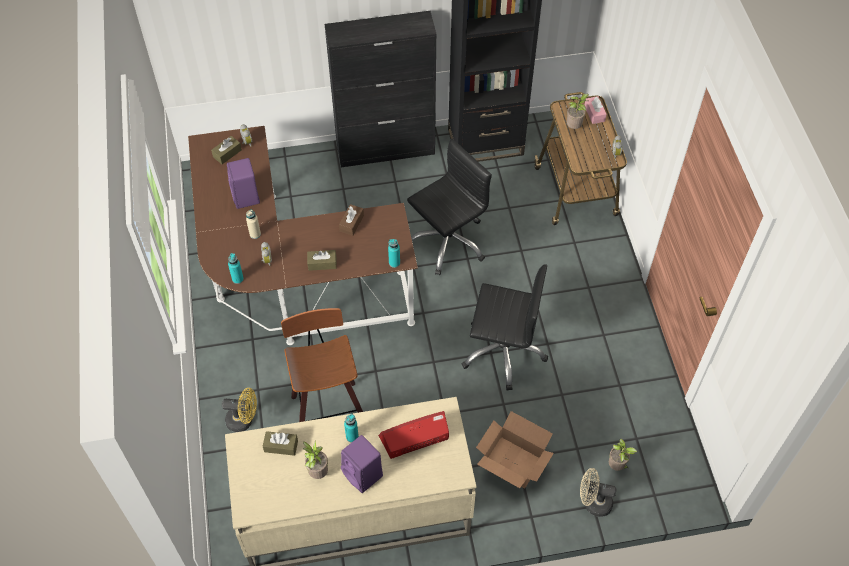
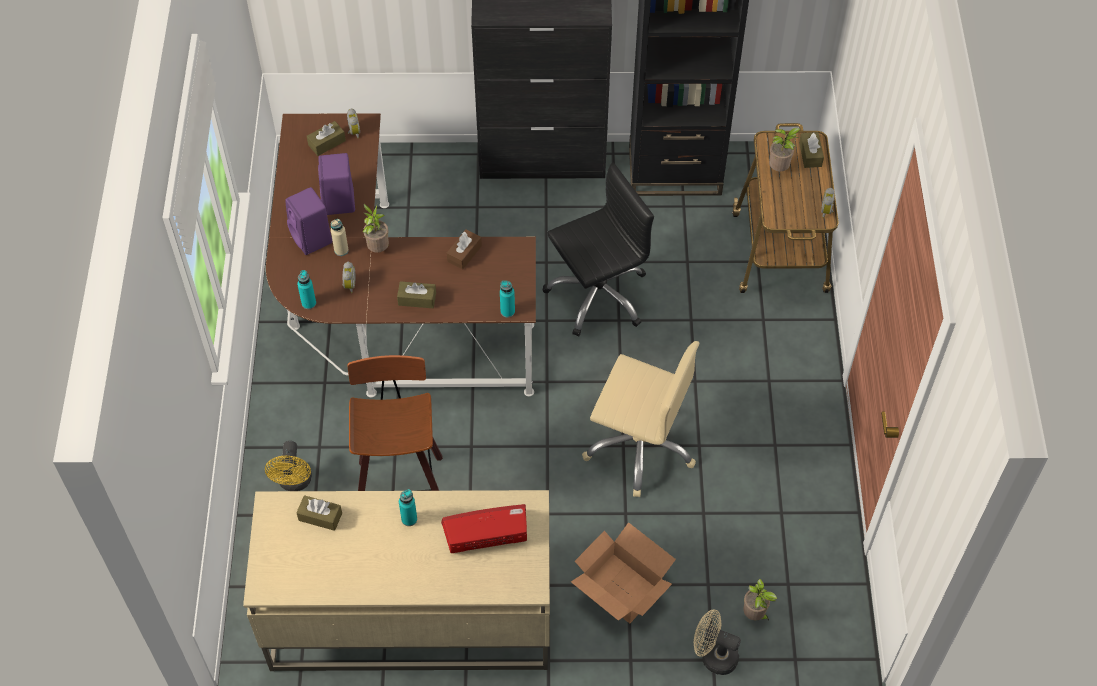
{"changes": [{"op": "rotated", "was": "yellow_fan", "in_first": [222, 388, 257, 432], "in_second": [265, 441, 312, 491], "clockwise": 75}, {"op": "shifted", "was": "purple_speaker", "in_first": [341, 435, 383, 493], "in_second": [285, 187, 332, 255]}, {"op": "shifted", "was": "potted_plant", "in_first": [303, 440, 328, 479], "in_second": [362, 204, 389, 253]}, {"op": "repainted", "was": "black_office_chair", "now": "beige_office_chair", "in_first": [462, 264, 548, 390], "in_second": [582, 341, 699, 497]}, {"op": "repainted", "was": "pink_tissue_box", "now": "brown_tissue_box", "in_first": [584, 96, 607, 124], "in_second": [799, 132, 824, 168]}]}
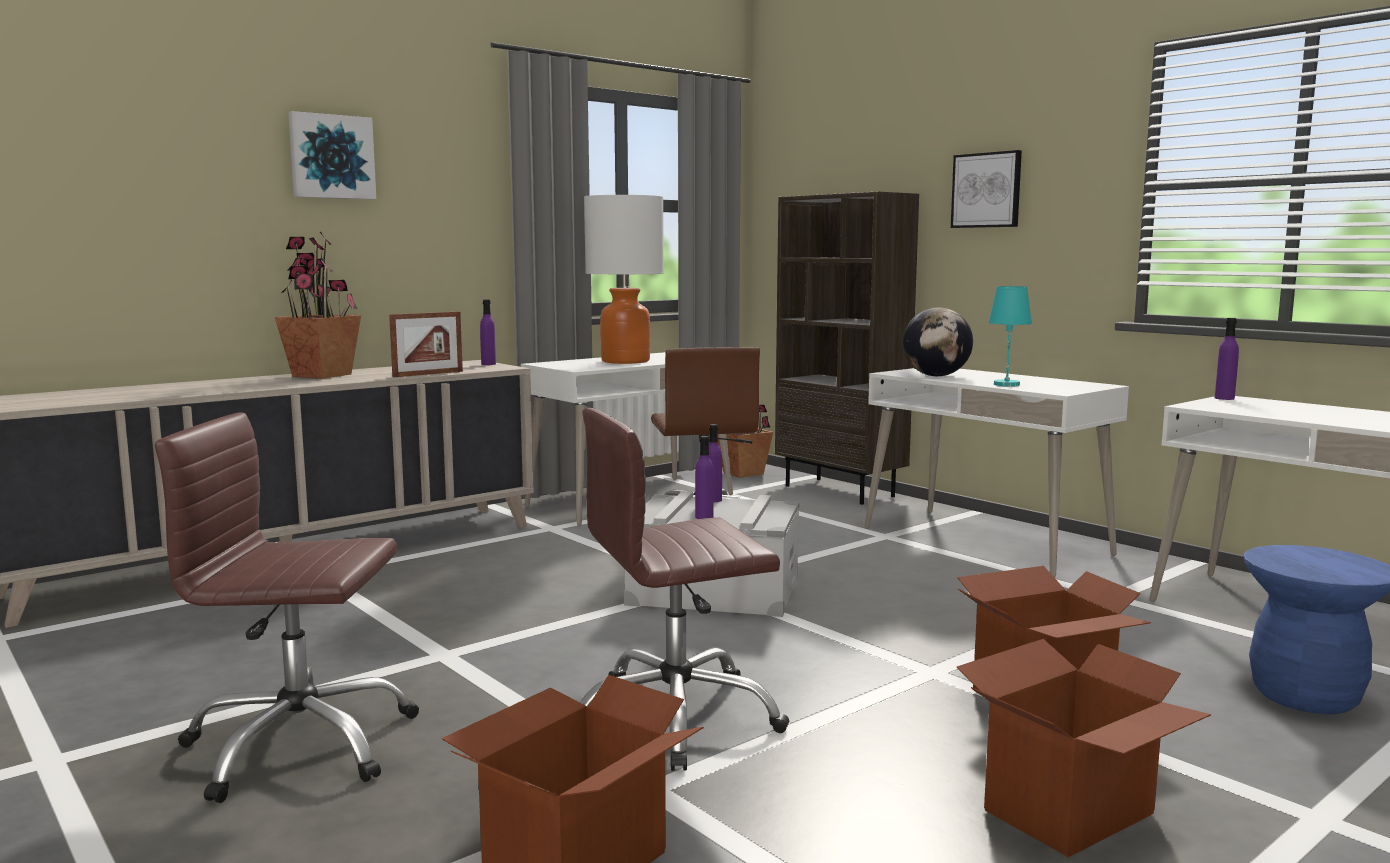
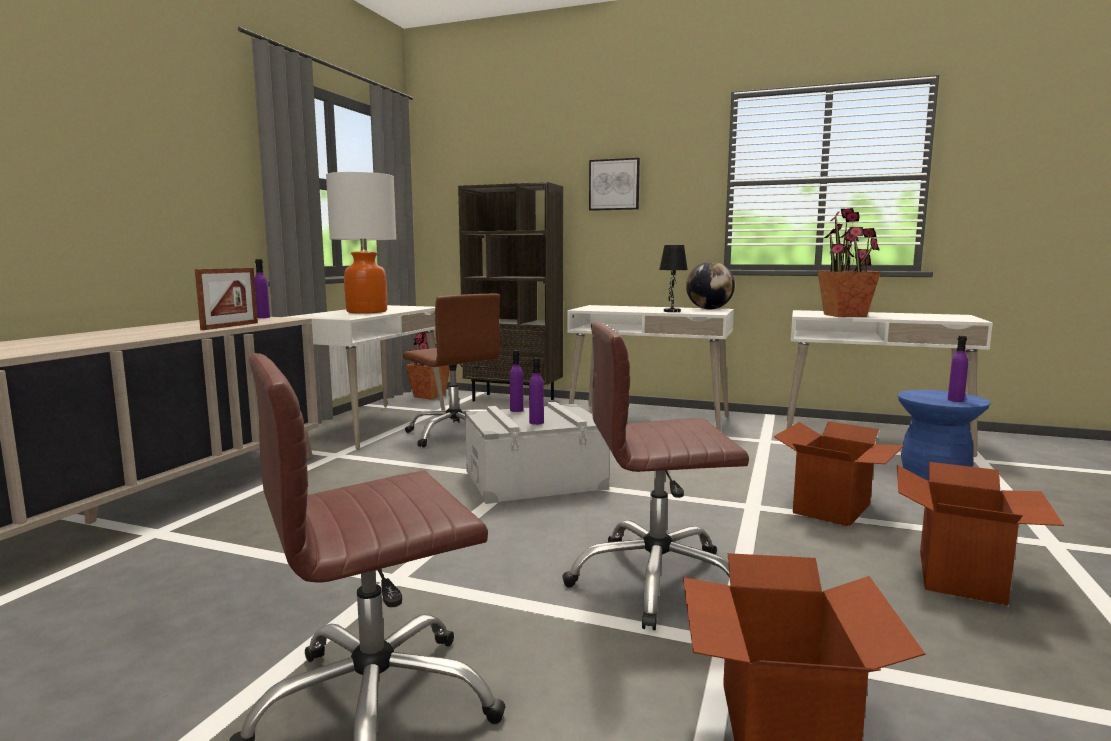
{"changes": [{"op": "rotated", "was": "brown_office_chair", "in_first": [580, 408, 789, 771], "in_second": [562, 322, 749, 630], "clockwise": 45}, {"op": "repainted", "was": "turquoise_table_lamp", "now": "black_table_lamp", "in_first": [989, 286, 1032, 387], "in_second": [659, 245, 688, 312]}, {"op": "shifted", "was": "globe", "in_first": [903, 307, 973, 376], "in_second": [686, 262, 735, 309]}, {"op": "shifted", "was": "potted_plant", "in_first": [275, 232, 361, 379], "in_second": [818, 208, 881, 317]}, {"op": "shifted", "was": "purple_bottle", "in_first": [1215, 318, 1239, 400], "in_second": [947, 336, 968, 402]}, {"op": "gone", "was": "picture", "in_first": [288, 111, 376, 199]}]}
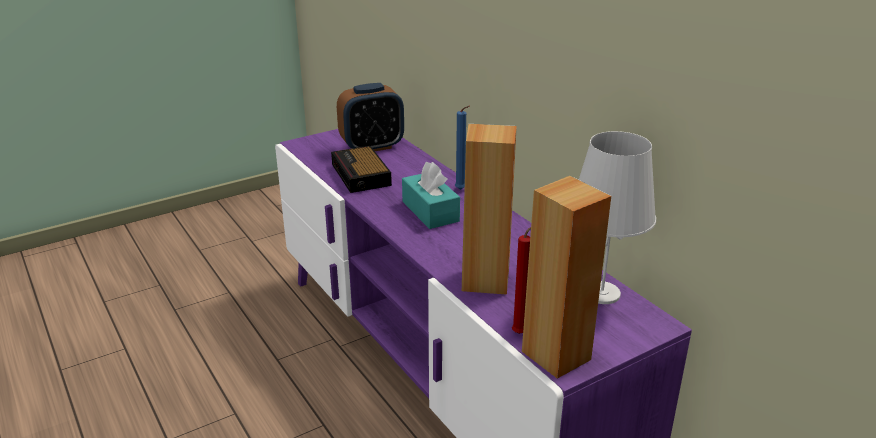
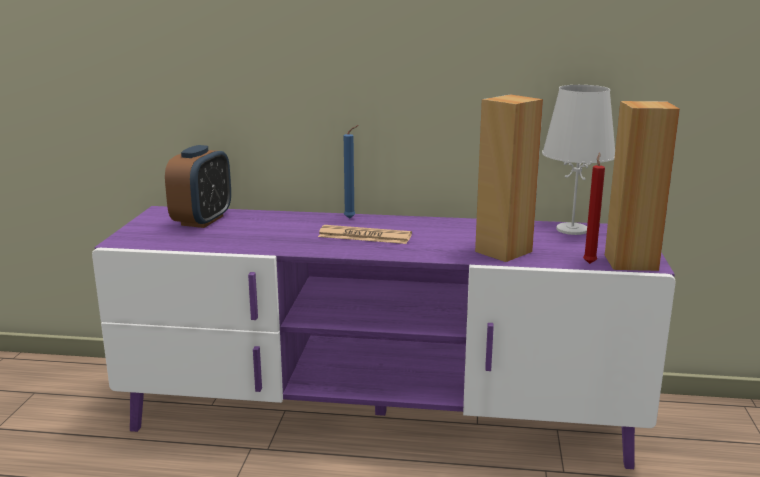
{"changes": [{"op": "swapped", "was": "turquoise_tissue_box", "now": "newspaper", "in_first": [402, 162, 460, 229], "in_second": [318, 225, 412, 244]}, {"op": "gone", "was": "alarm_clock", "in_first": [331, 146, 392, 193]}]}
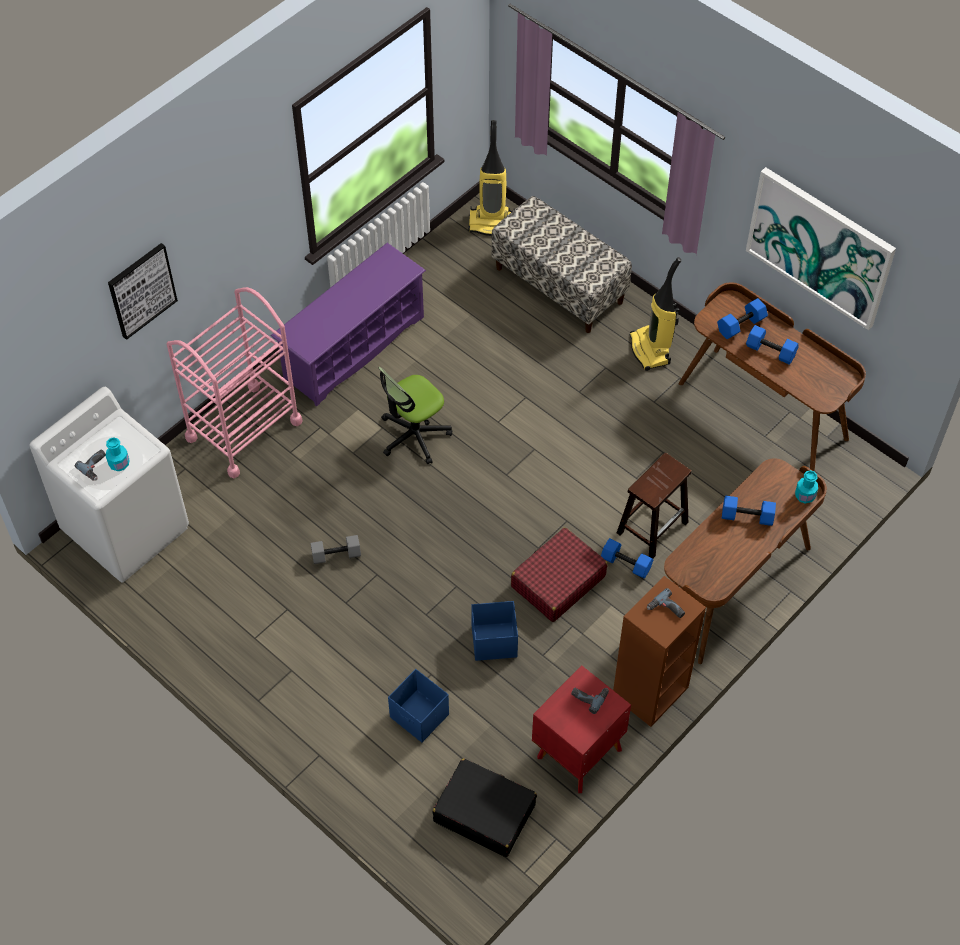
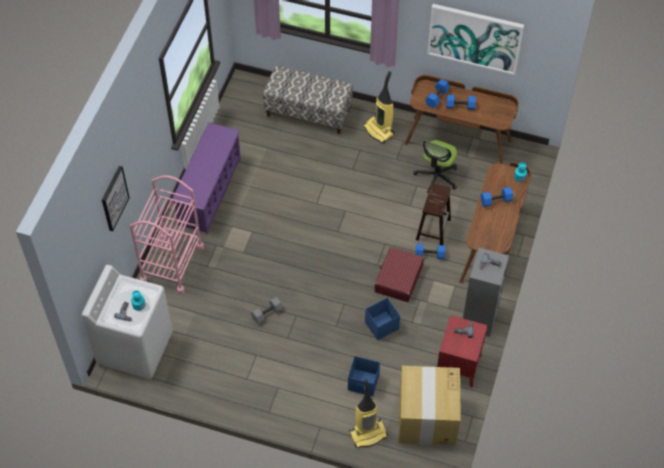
{"changes": [{"op": "shifted", "was": "vacuum_cleaner", "in_first": [468, 120, 515, 236], "in_second": [350, 379, 388, 448]}, {"op": "swapped", "was": "black_suitcase", "now": "cardboard_box", "in_first": [433, 758, 537, 857], "in_second": [399, 366, 461, 446]}, {"op": "shifted", "was": "office_chair", "in_first": [378, 367, 452, 464], "in_second": [413, 140, 457, 193]}, {"op": "repainted", "was": "brown_bookcase", "now": "grey_bookcase", "in_first": [613, 576, 706, 727], "in_second": [463, 248, 509, 337]}]}
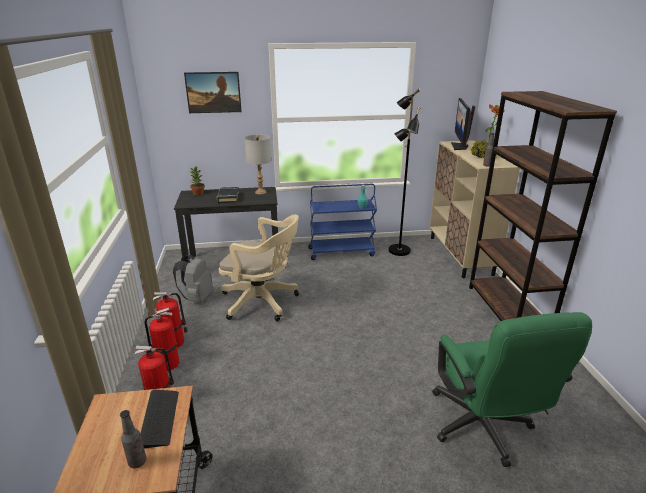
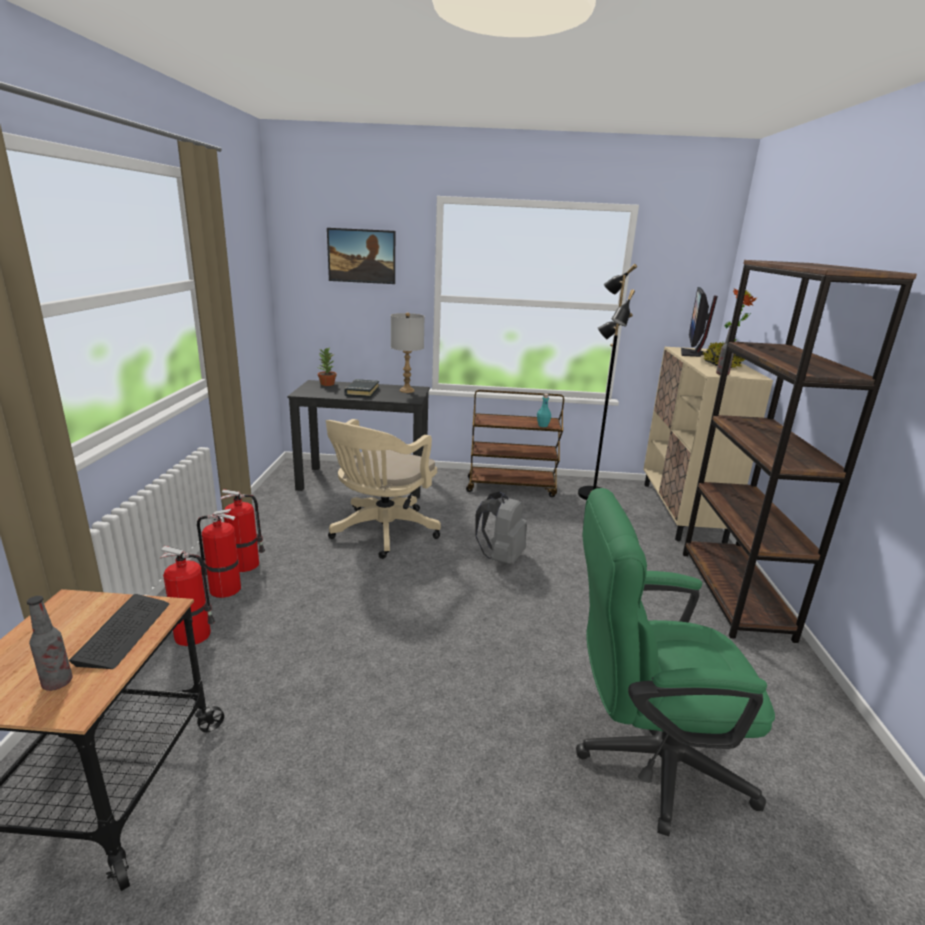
{"changes": [{"op": "rotated", "was": "beige_office_chair", "in_first": [219, 215, 299, 321], "in_second": [326, 419, 441, 559], "clockwise": 90}, {"op": "repainted", "was": "blue_cart", "now": "brown_cart", "in_first": [308, 184, 377, 260], "in_second": [466, 390, 564, 497]}, {"op": "shifted", "was": "grey_backpack", "in_first": [173, 255, 214, 302], "in_second": [476, 492, 527, 565]}, {"op": "rotated", "was": "green_office_chair", "in_first": [432, 312, 592, 467], "in_second": [576, 488, 775, 836], "clockwise": 90}]}
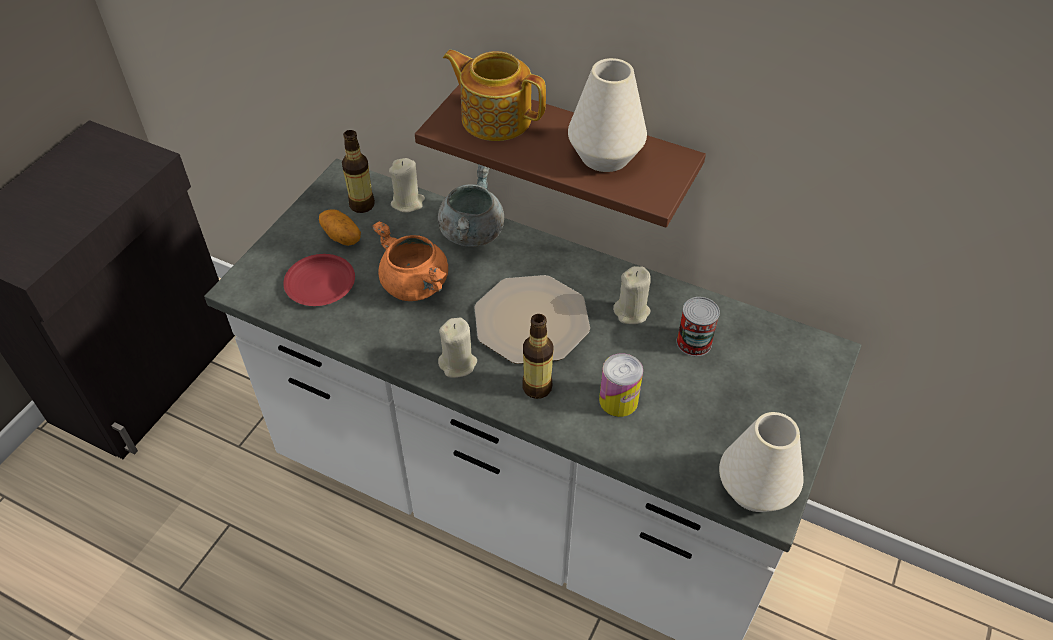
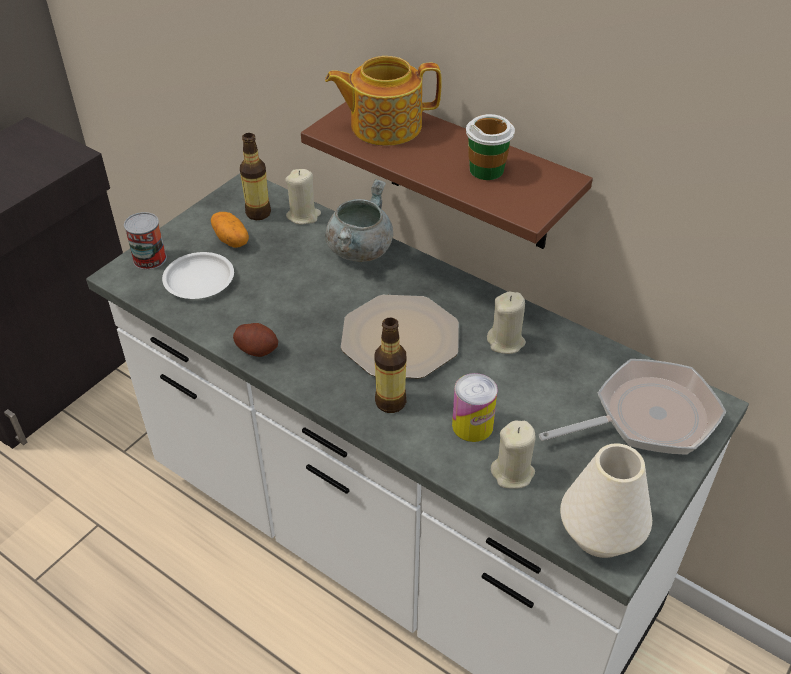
{"changes": [{"op": "shifted", "was": "can", "in_first": [676, 297, 720, 357], "in_second": [124, 212, 167, 270]}, {"op": "repainted", "was": "red_plate", "now": "white_plate", "in_first": [283, 254, 355, 306], "in_second": [162, 252, 234, 299]}, {"op": "new", "now": "potato", "in_second": [233, 323, 278, 357]}, {"op": "rotated", "was": "teapot", "in_first": [443, 50, 546, 141], "in_second": [325, 56, 441, 146], "clockwise": -45}, {"op": "swapped", "was": "white_vase", "now": "cup", "in_first": [568, 58, 647, 172], "in_second": [466, 114, 515, 180]}, {"op": "shifted", "was": "beige_candle", "in_first": [438, 317, 477, 378], "in_second": [491, 420, 535, 489]}, {"op": "new", "now": "frying_pan", "in_second": [539, 359, 726, 455]}, {"op": "gone", "was": "orange_cooking_pot", "in_first": [372, 221, 448, 301]}]}
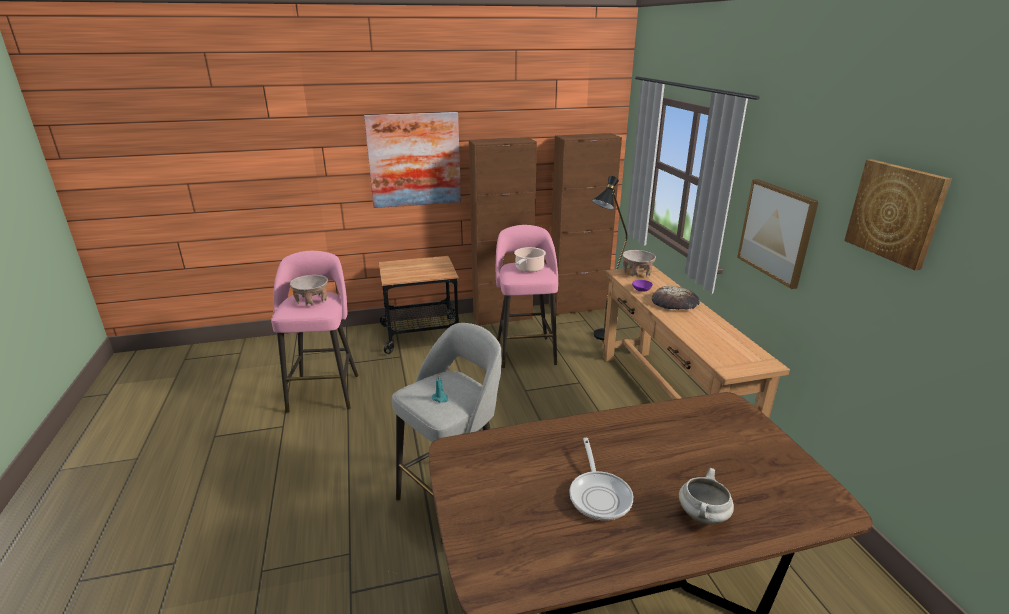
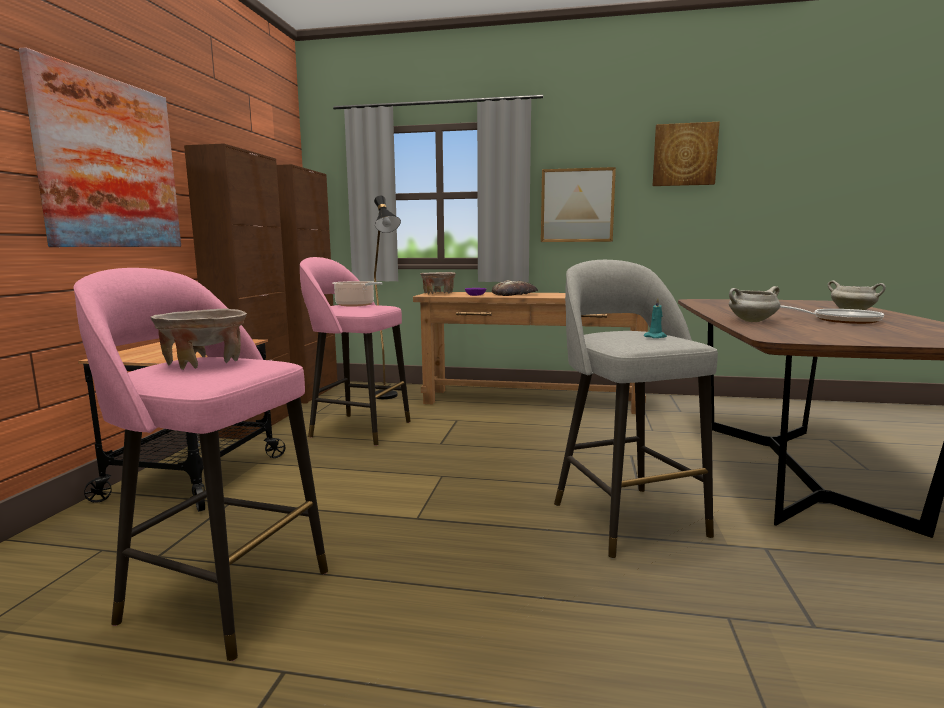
{"changes": [{"op": "new", "now": "white_cooking_pot", "in_second": [729, 286, 780, 322]}]}
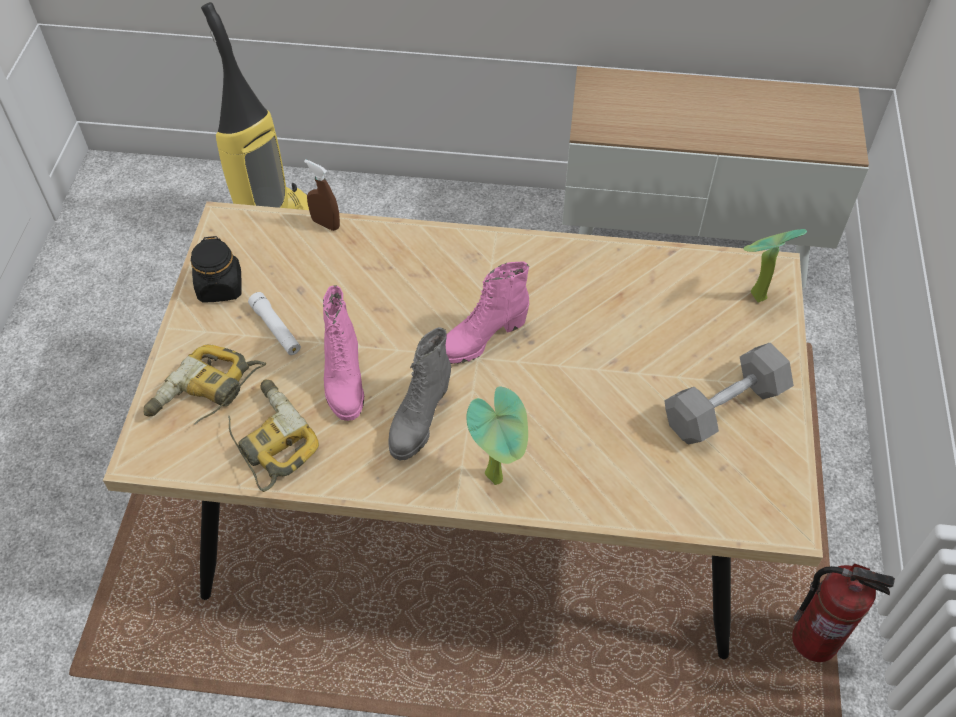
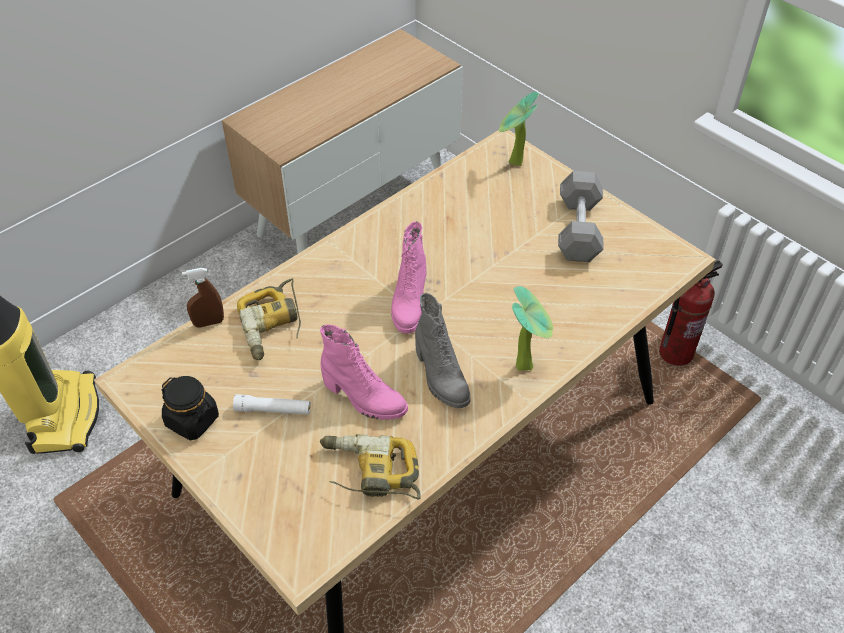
{"changes": [{"op": "shifted", "was": "power_drill", "in_first": [144, 345, 266, 425], "in_second": [237, 278, 301, 360]}]}
